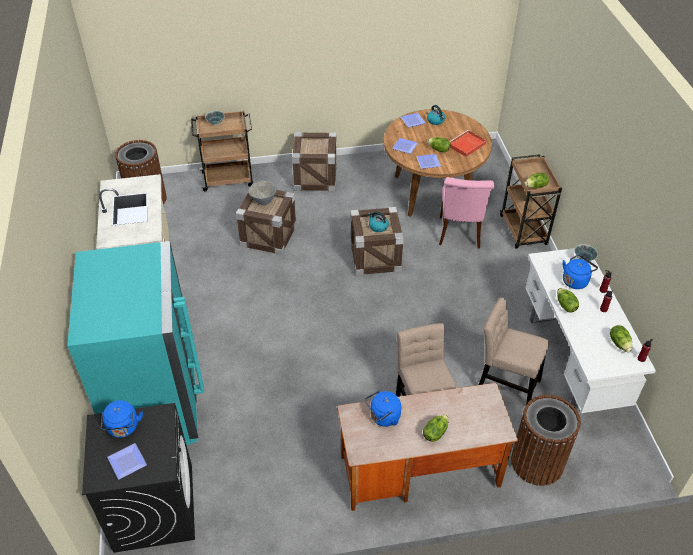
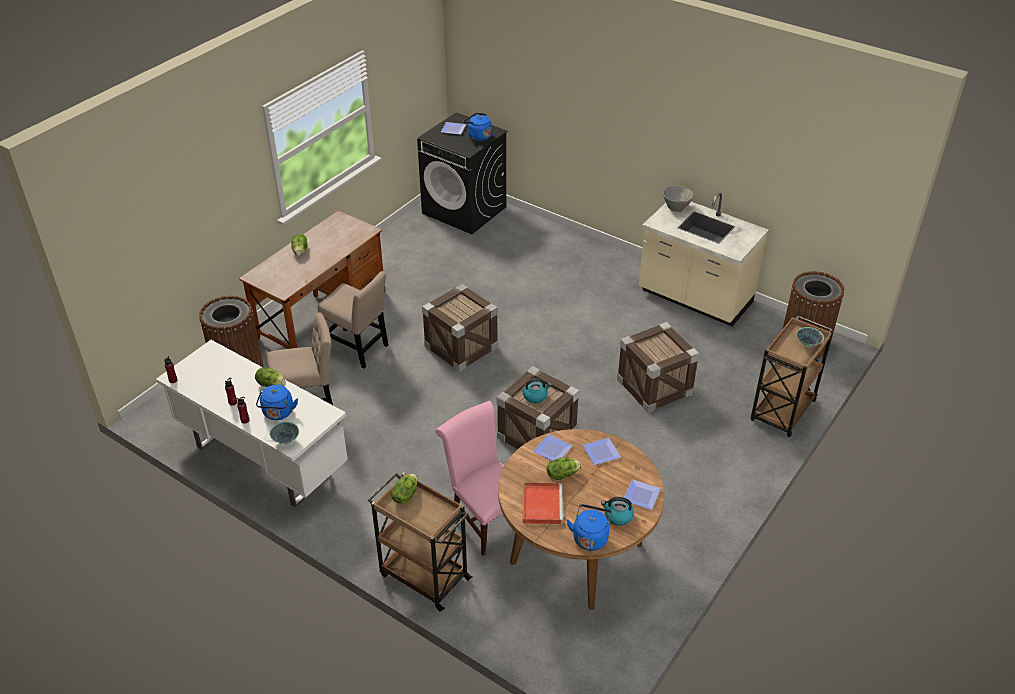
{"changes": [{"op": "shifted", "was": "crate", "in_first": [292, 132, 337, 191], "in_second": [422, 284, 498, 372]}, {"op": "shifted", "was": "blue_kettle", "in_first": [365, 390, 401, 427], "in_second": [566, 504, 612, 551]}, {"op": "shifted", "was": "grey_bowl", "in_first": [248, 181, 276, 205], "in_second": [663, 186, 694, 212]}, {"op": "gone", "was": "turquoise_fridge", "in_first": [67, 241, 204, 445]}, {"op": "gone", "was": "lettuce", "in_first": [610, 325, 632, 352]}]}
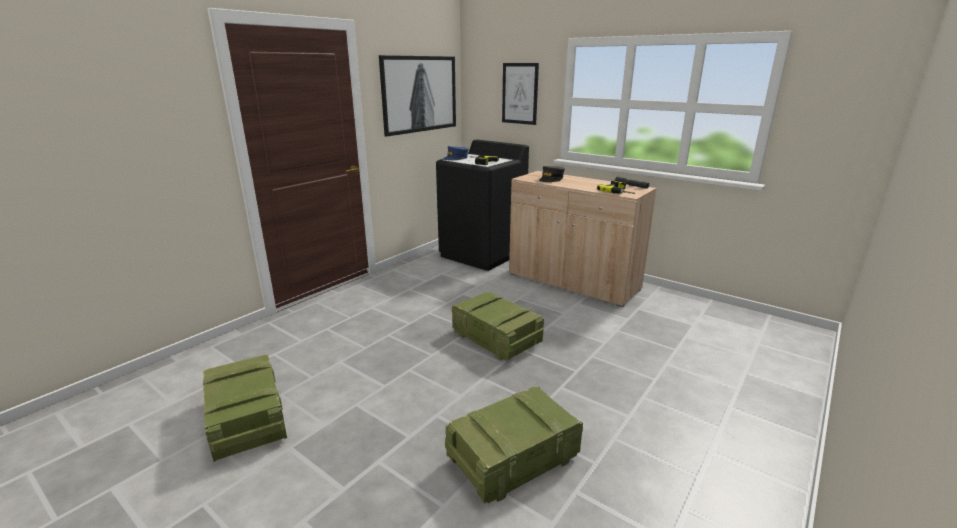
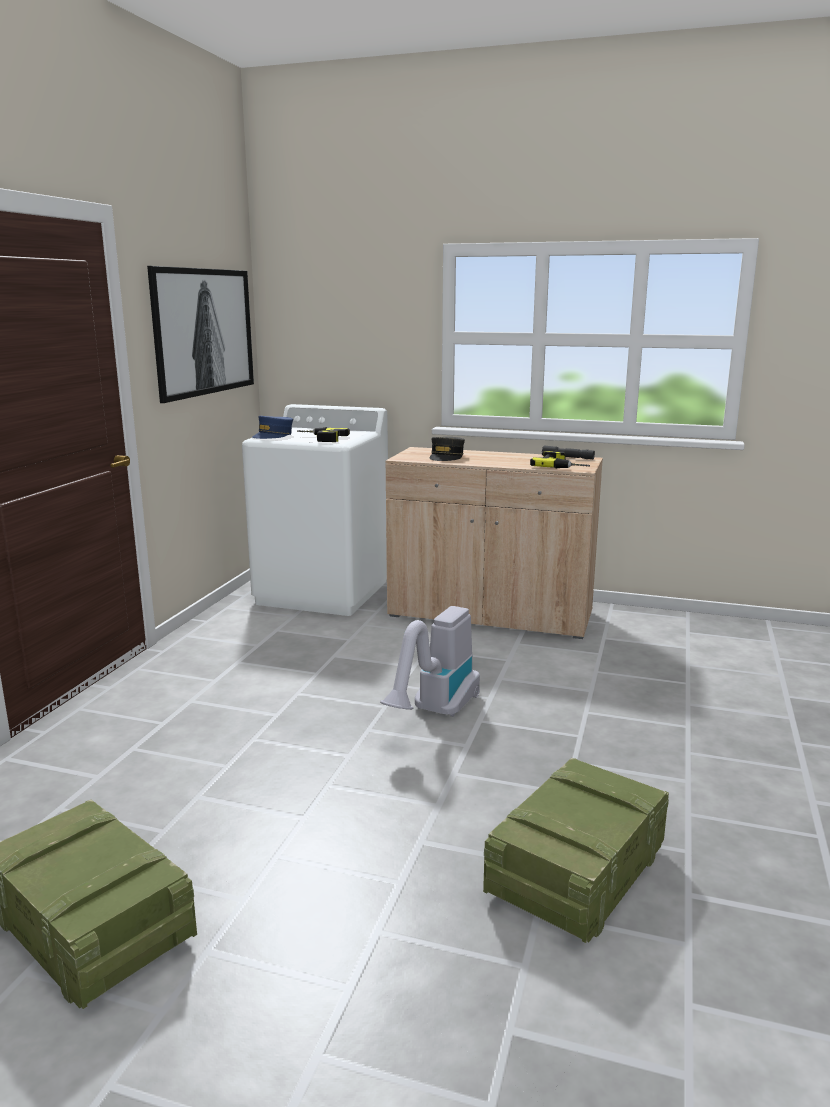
{"changes": [{"op": "repainted", "was": "black_washing_machine", "now": "white_washing_machine", "in_first": [436, 139, 529, 271], "in_second": [242, 404, 388, 616]}, {"op": "swapped", "was": "crate", "now": "vacuum_cleaner", "in_first": [452, 291, 544, 361], "in_second": [380, 606, 480, 717]}, {"op": "gone", "was": "picture", "in_first": [502, 63, 539, 125]}]}
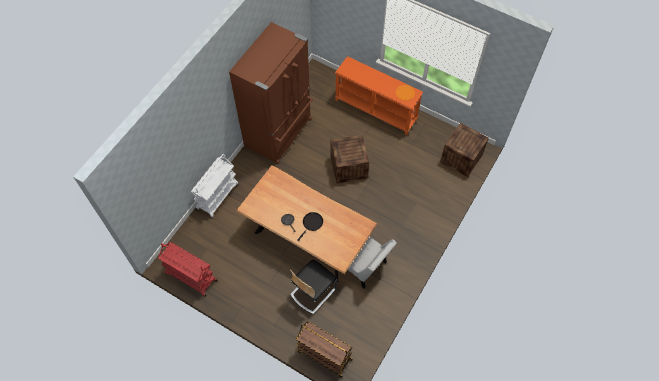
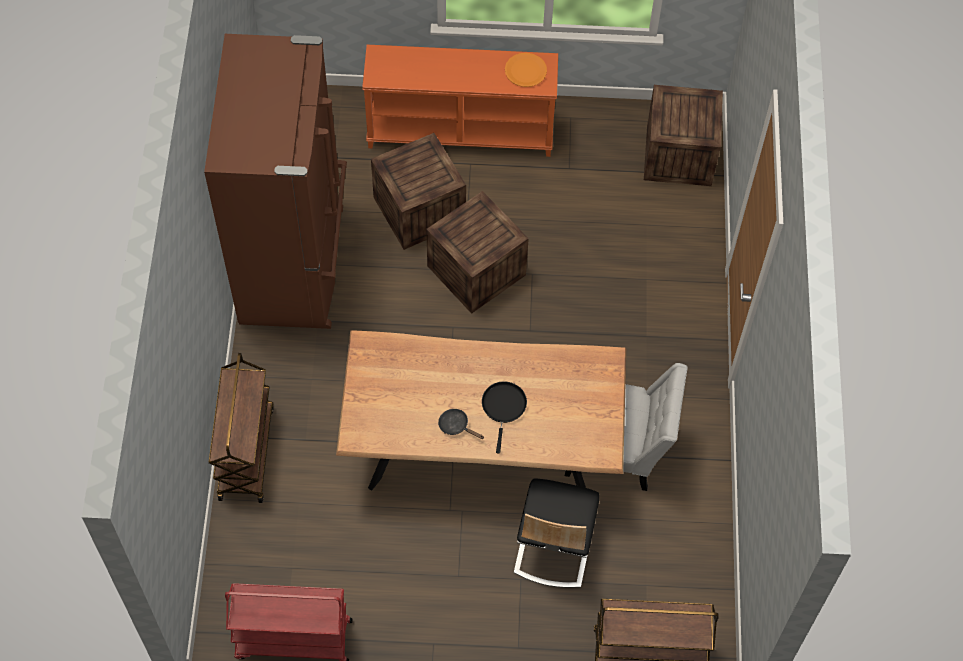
{"changes": [{"op": "repainted", "was": "white_cart", "now": "brown_cart", "in_first": [191, 154, 238, 219], "in_second": [209, 353, 274, 503]}, {"op": "new", "now": "crate", "in_second": [371, 133, 466, 250]}]}
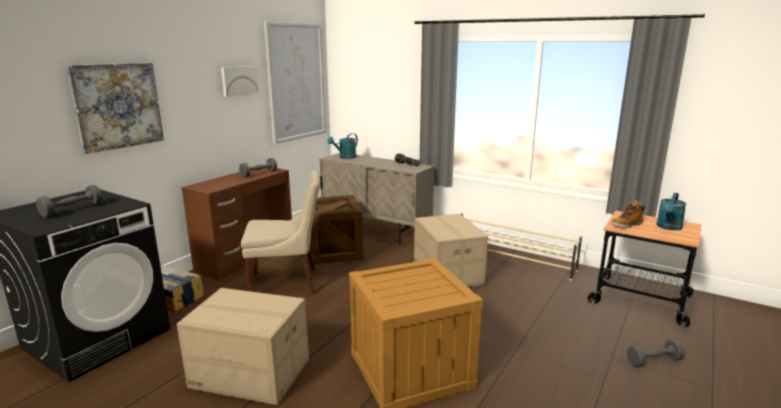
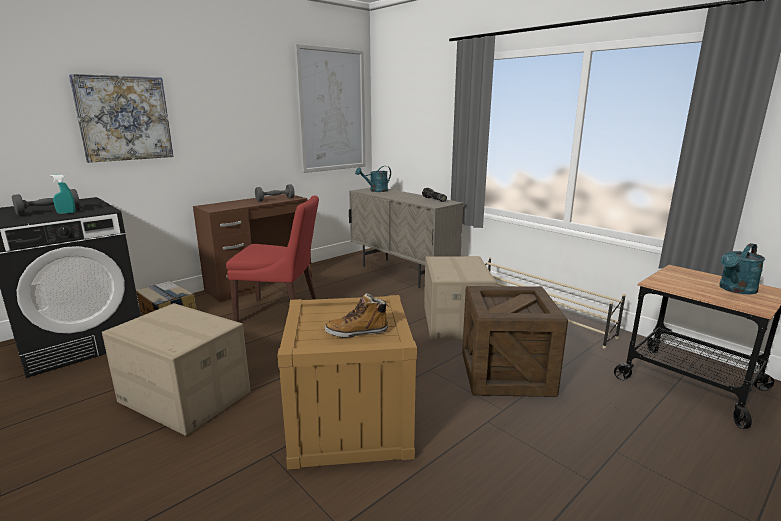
{"changes": [{"op": "new", "now": "turquoise_spray_bottle", "in_second": [50, 174, 75, 214]}, {"op": "repainted", "was": "beige_chair", "now": "red_chair", "in_first": [241, 171, 320, 294], "in_second": [226, 196, 319, 322]}, {"op": "shifted", "was": "boot", "in_first": [611, 200, 645, 228], "in_second": [325, 293, 388, 338]}, {"op": "shifted", "was": "crate", "in_first": [310, 195, 364, 264], "in_second": [462, 286, 568, 397]}, {"op": "gone", "was": "picture", "in_first": [221, 66, 259, 97]}, {"op": "gone", "was": "grey_dumbbell", "in_first": [627, 339, 684, 367]}]}
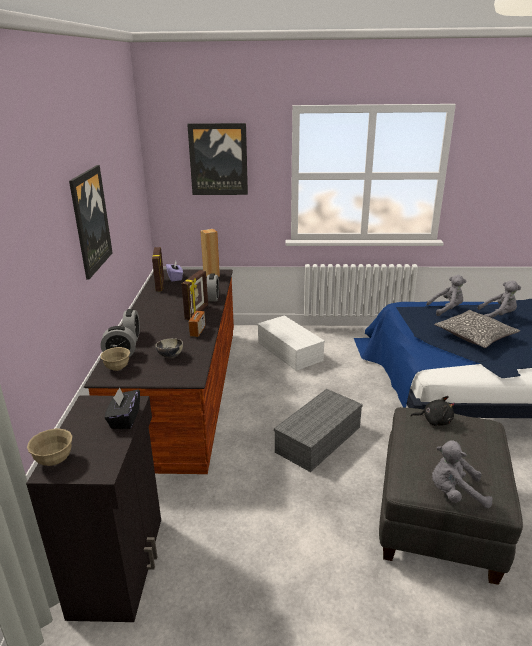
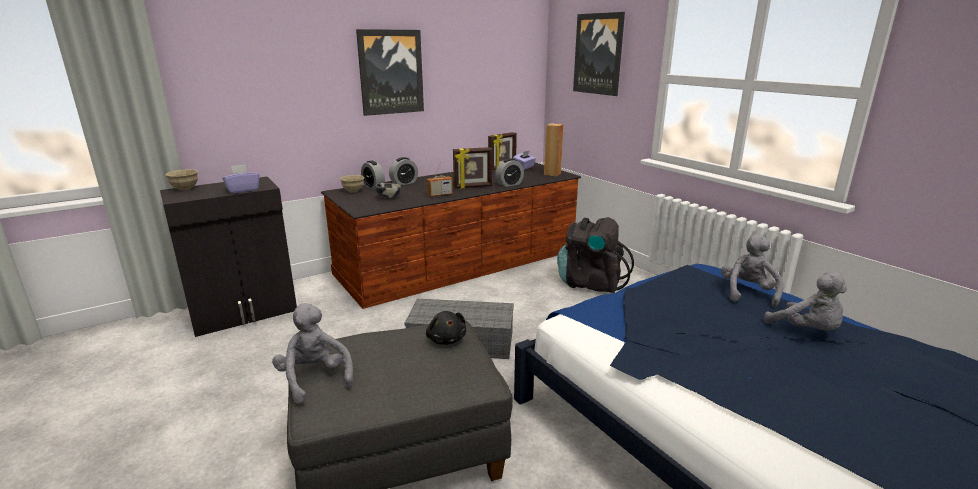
{"changes": [{"op": "repainted", "was": "black_tissue_box", "now": "purple_tissue_box", "in_first": [104, 387, 140, 429], "in_second": [222, 164, 259, 193]}, {"op": "swapped", "was": "white_storage_box", "now": "black_backpack", "in_first": [257, 315, 325, 371], "in_second": [557, 217, 634, 293]}, {"op": "rotated", "was": "grey_plush_toy", "in_first": [426, 275, 466, 316], "in_second": [721, 234, 783, 308], "clockwise": -120}, {"op": "gone", "was": "pillow", "in_first": [434, 310, 520, 348]}]}
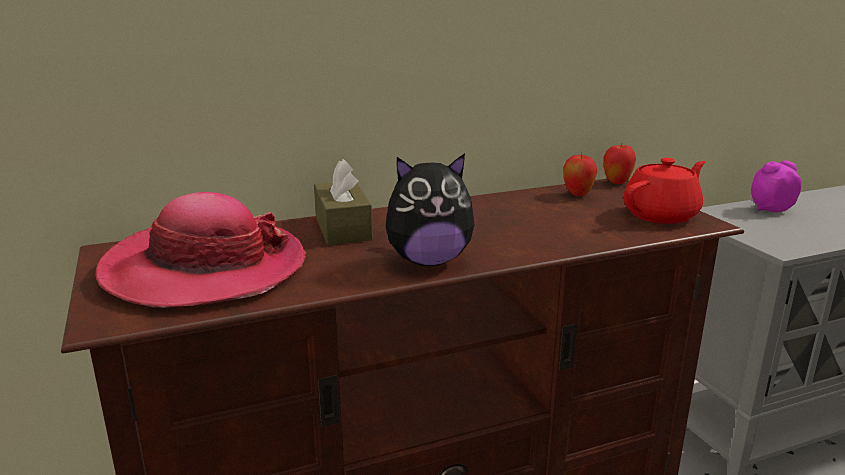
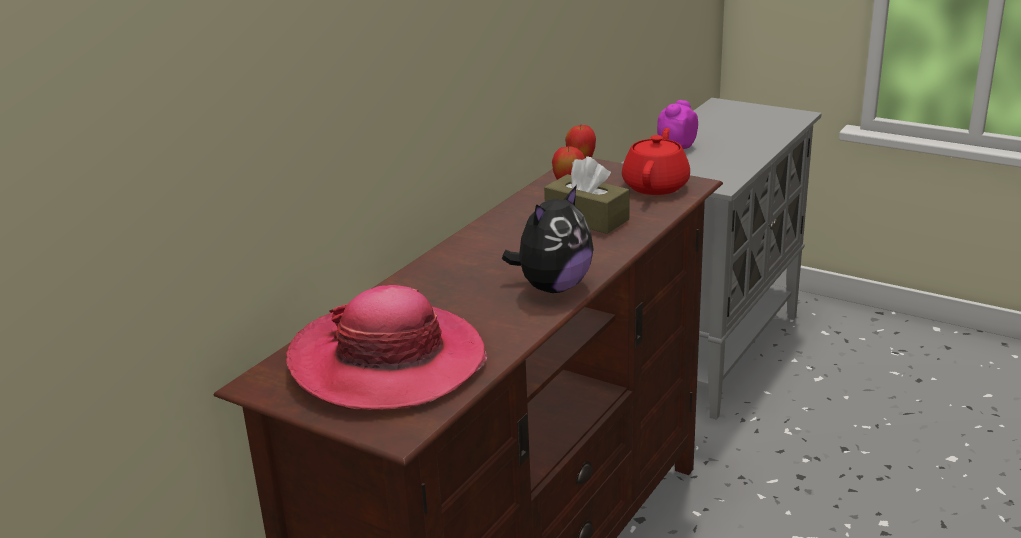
{"changes": [{"op": "shifted", "was": "brown_tissue_box", "in_first": [314, 159, 373, 245], "in_second": [544, 156, 630, 234]}]}
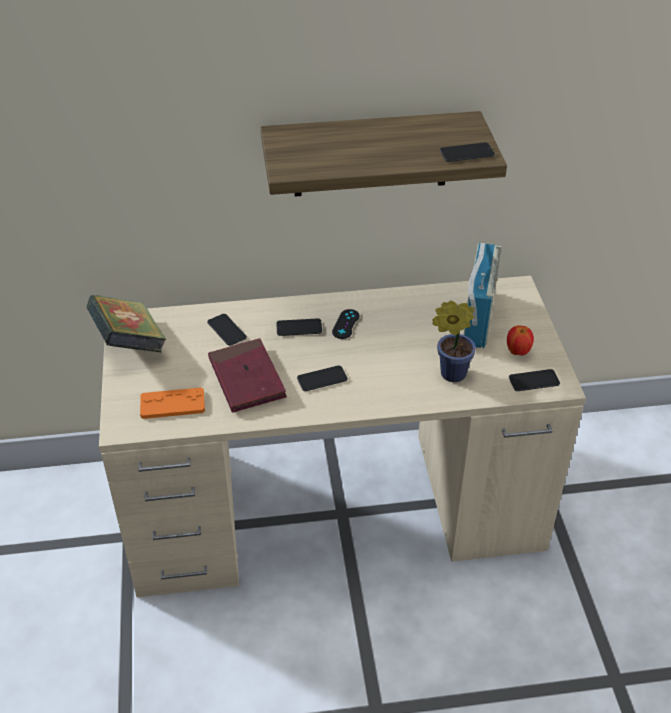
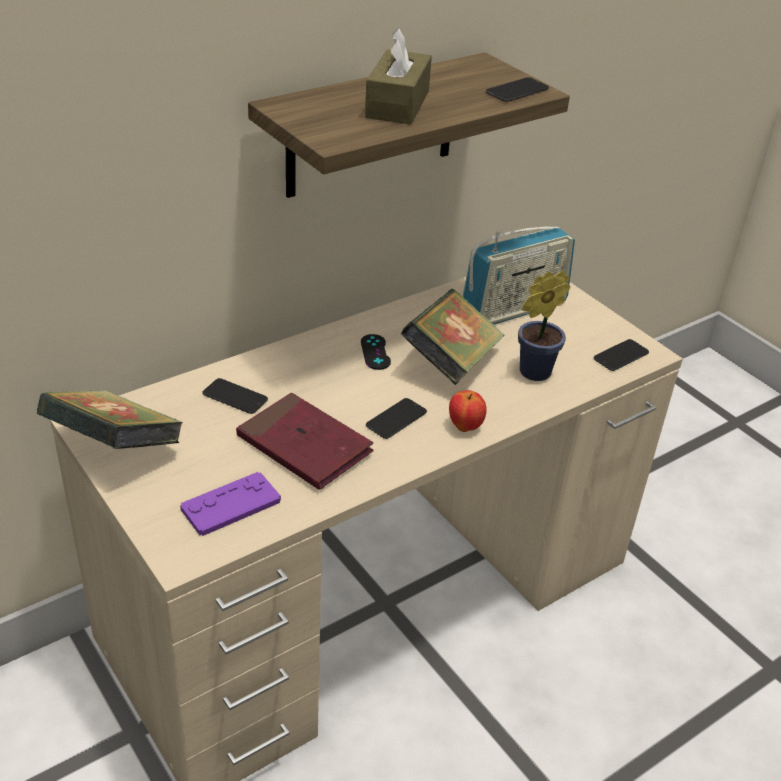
{"changes": [{"op": "repainted", "was": "orange_game_controller", "now": "purple_game_controller", "in_first": [140, 387, 205, 419], "in_second": [180, 472, 281, 536]}, {"op": "new", "now": "brown_tissue_box", "in_second": [365, 28, 432, 125]}, {"op": "new", "now": "book", "in_second": [401, 289, 504, 385]}, {"op": "shifted", "was": "apple", "in_first": [507, 326, 534, 356], "in_second": [449, 390, 487, 432]}, {"op": "rotated", "was": "radio", "in_first": [464, 243, 501, 348], "in_second": [463, 227, 575, 325], "clockwise": 75}, {"op": "gone", "was": "phone", "in_first": [276, 319, 322, 336]}]}
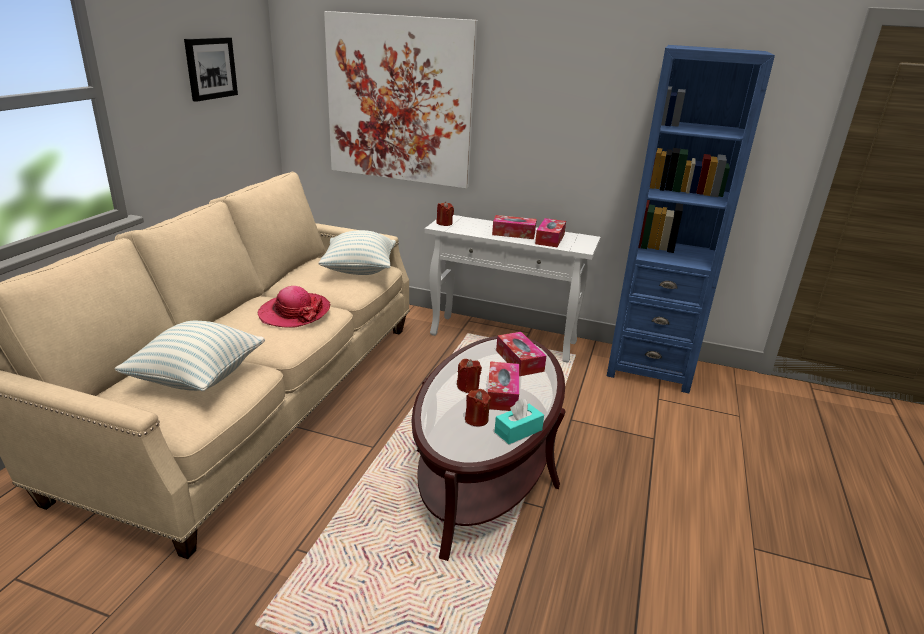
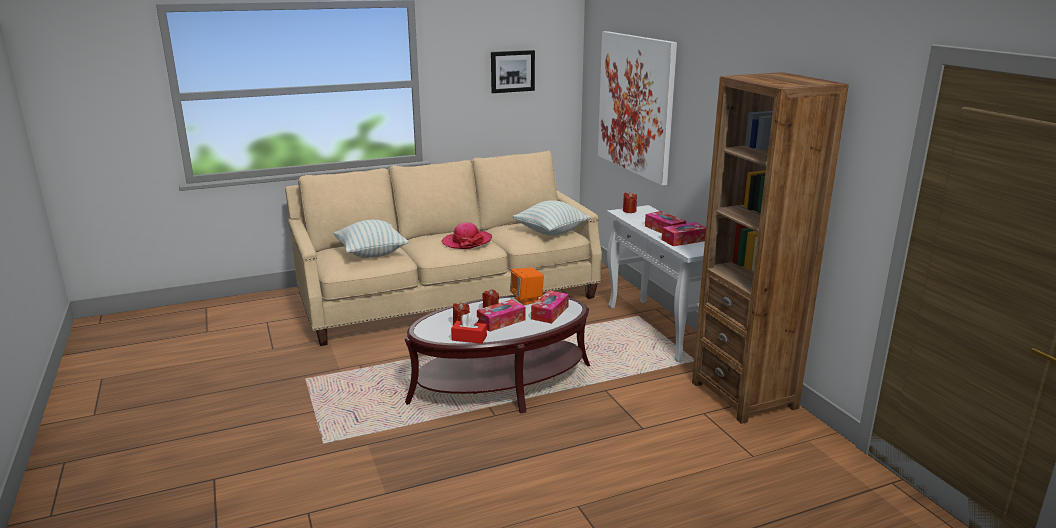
{"changes": [{"op": "repainted", "was": "turquoise_tissue_box", "now": "red_tissue_box", "in_first": [494, 399, 544, 444], "in_second": [451, 313, 487, 344]}, {"op": "new", "now": "orange_speaker", "in_second": [510, 268, 544, 305]}, {"op": "repainted", "was": "blue_bookcase", "now": "brown_bookcase", "in_first": [607, 45, 775, 393], "in_second": [692, 72, 849, 424]}]}
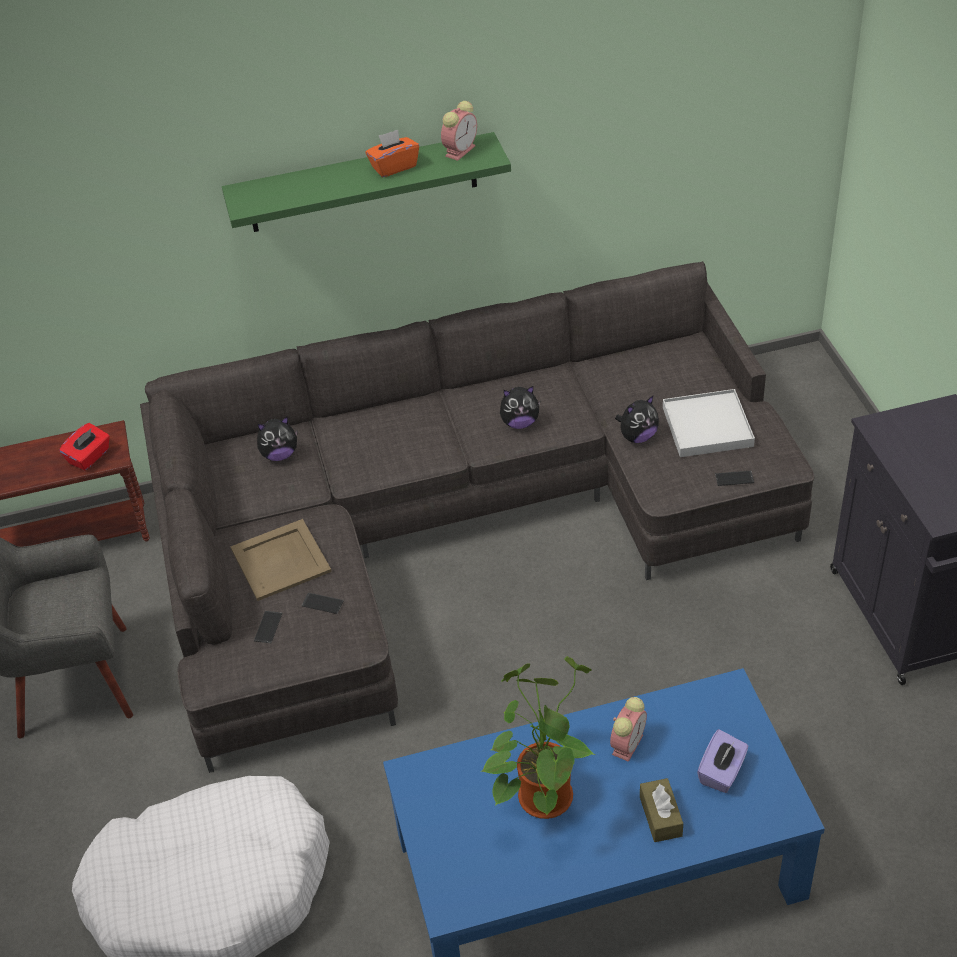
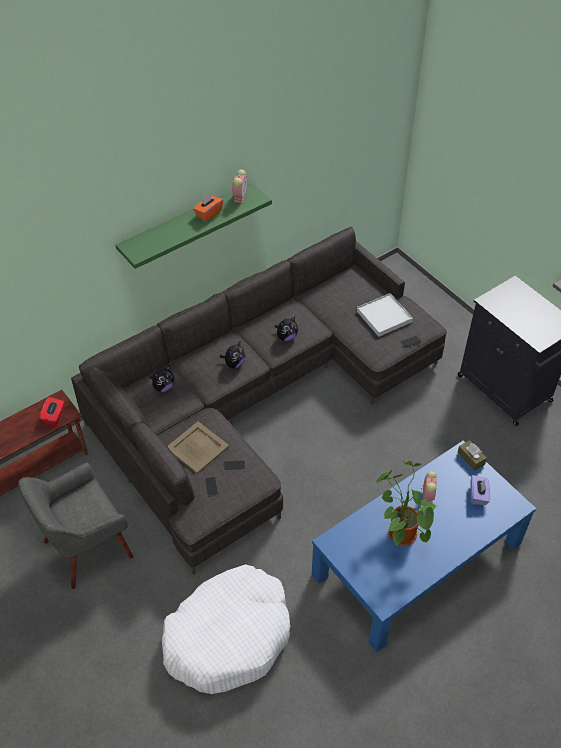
{"changes": [{"op": "shifted", "was": "plush_toy", "in_first": [615, 396, 659, 443], "in_second": [220, 342, 245, 369]}, {"op": "shifted", "was": "brown_tissue_box", "in_first": [640, 778, 683, 842], "in_second": [458, 440, 487, 471]}]}
